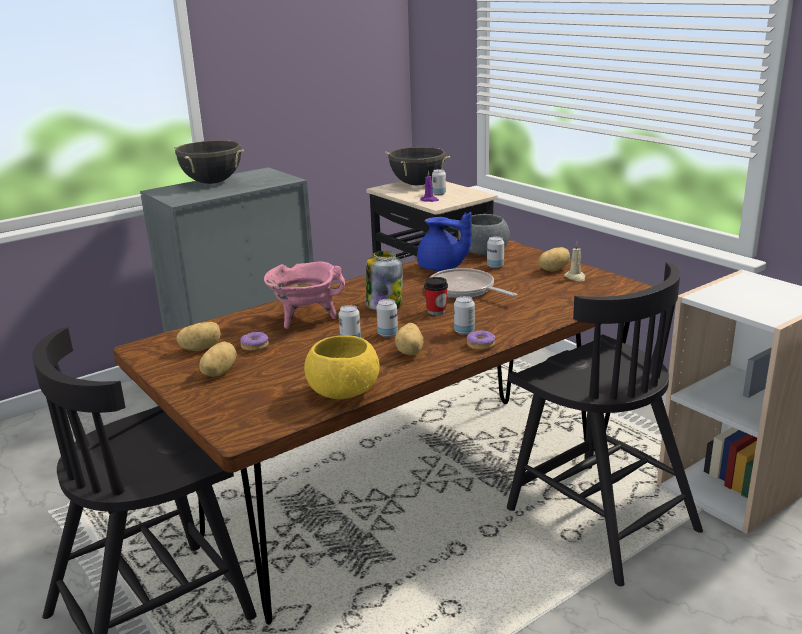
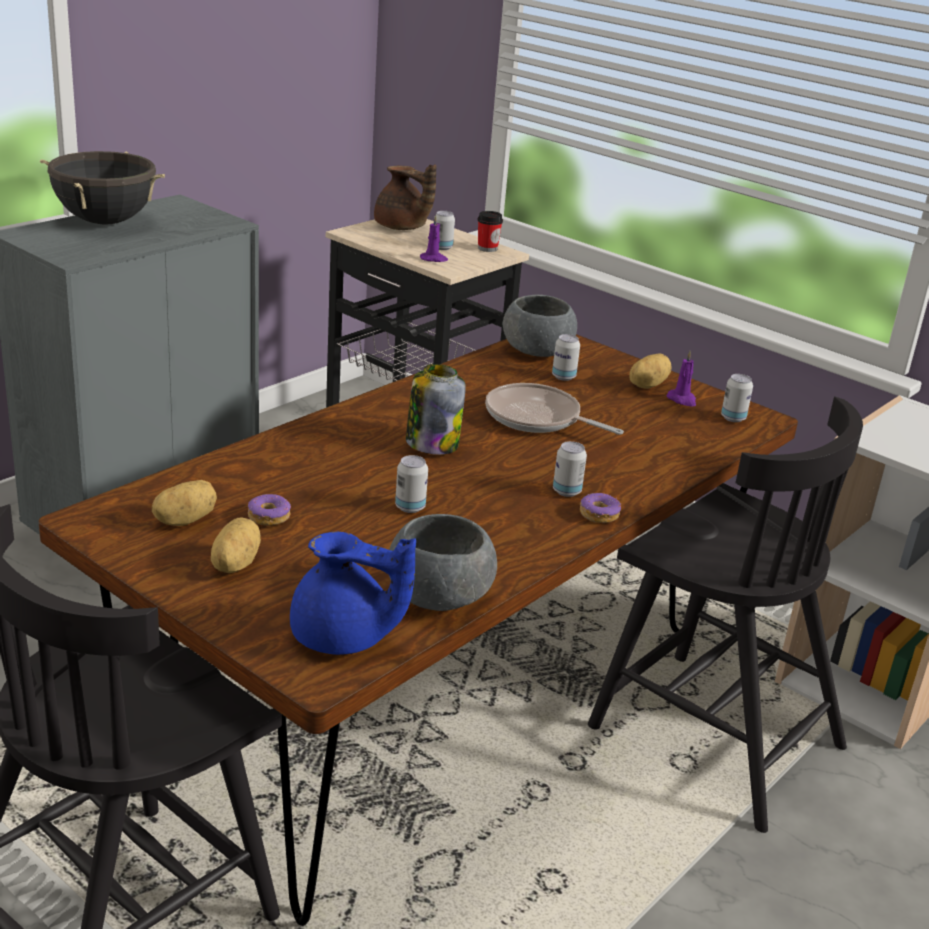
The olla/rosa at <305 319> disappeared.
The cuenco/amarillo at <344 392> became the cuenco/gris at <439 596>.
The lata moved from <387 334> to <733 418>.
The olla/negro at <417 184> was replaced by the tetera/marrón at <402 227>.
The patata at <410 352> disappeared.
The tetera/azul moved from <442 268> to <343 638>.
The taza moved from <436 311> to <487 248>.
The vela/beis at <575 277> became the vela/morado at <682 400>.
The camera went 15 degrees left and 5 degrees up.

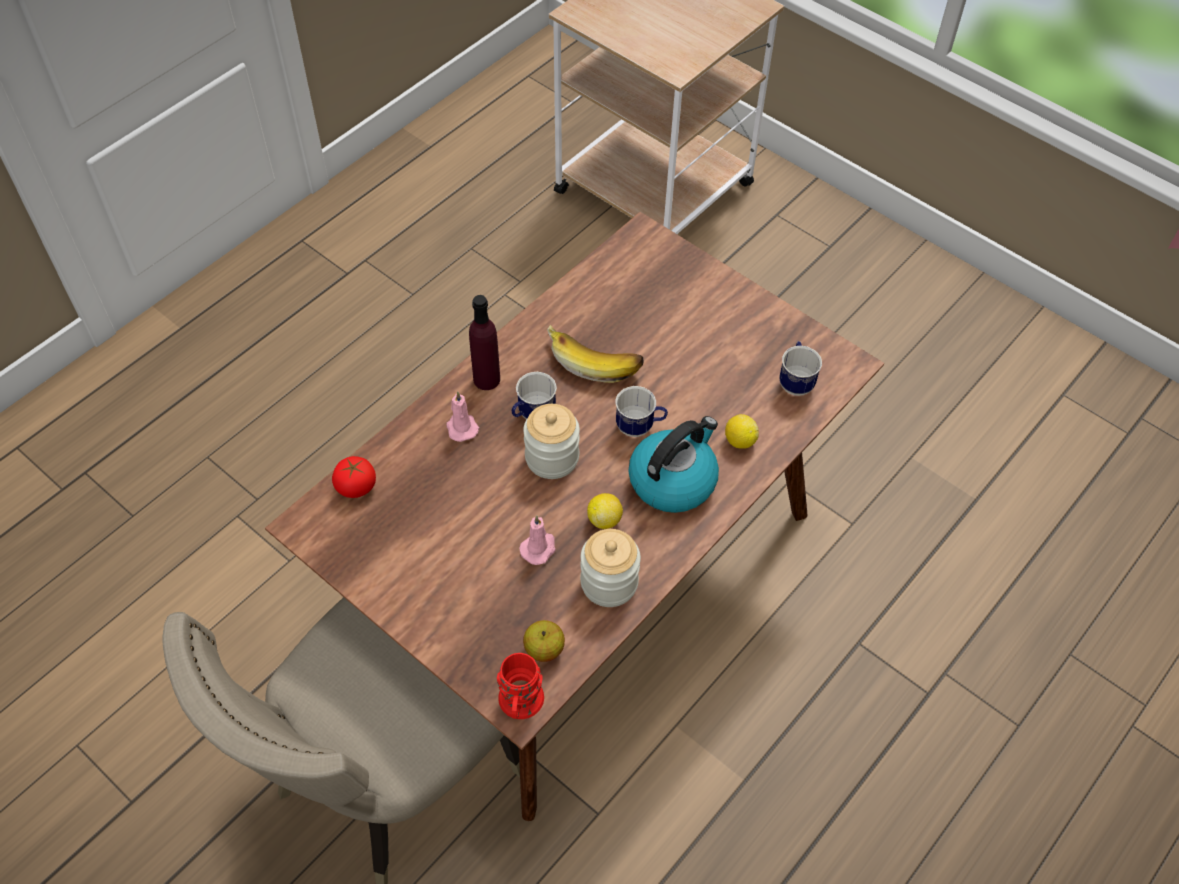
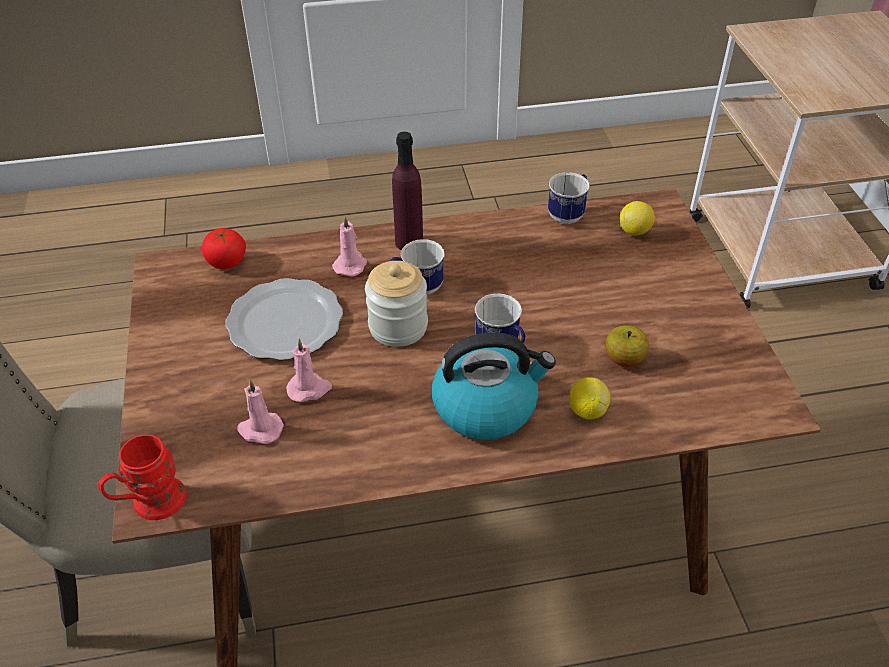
The manzana moved from <544 649> to <624 359>.
The plátano at <595 359> disappeared.
The tarro at <609 582> disappeared.
The limón moved from <604 519> to <635 231>.
The taza grande moved from <795 381> to <568 214>.
The plato at <284 321> appeared.
The vela/rosa at <260 429> appeared.
The camera went 40 degrees right and 10 degrees down.

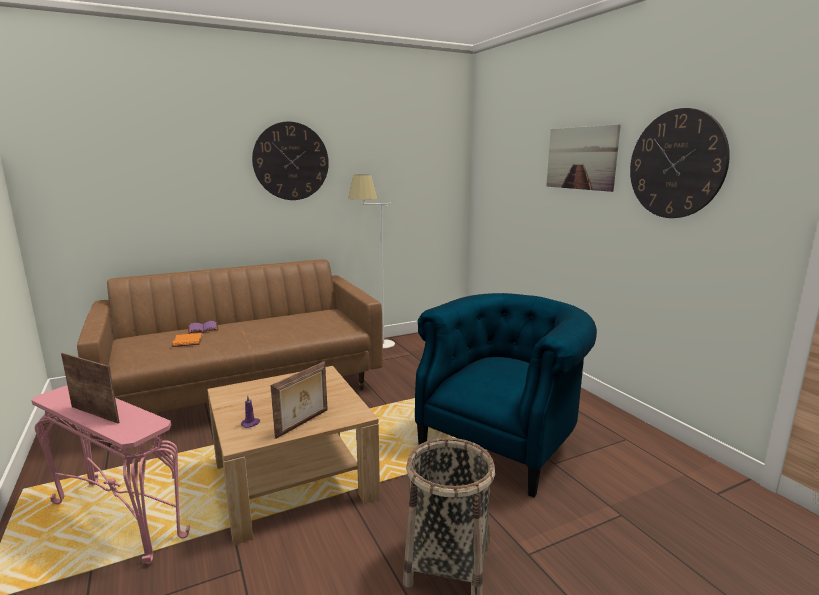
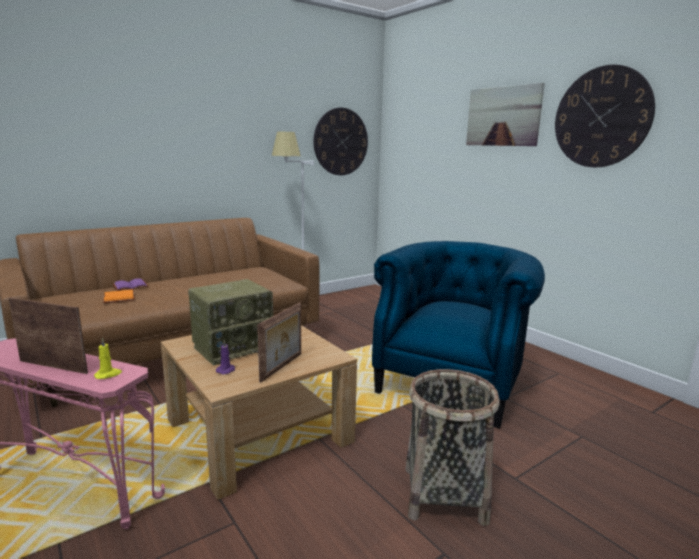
The reloj de pared moved from <291 161> to <341 142>.
The vela/amarillo at <108 374> appeared.
The radio at <234 347> appeared.
The camera went 10 degrees left and 0 degrees up.

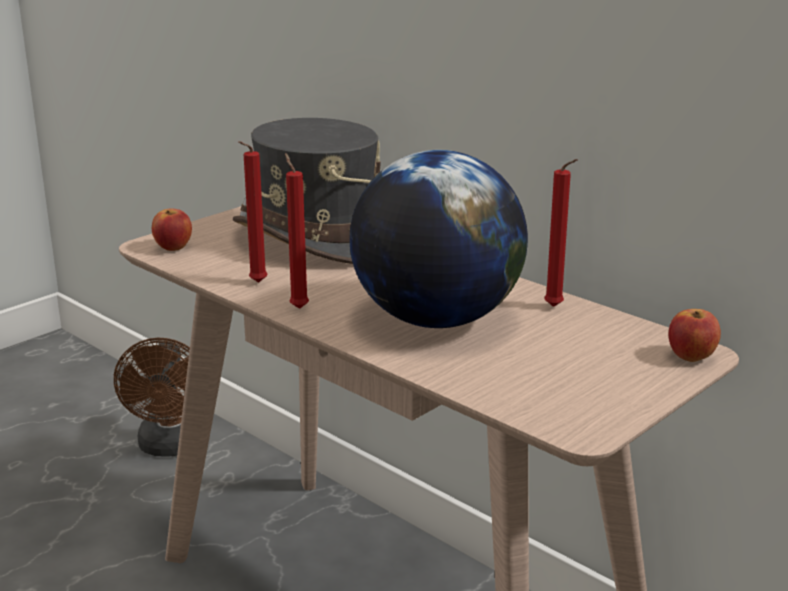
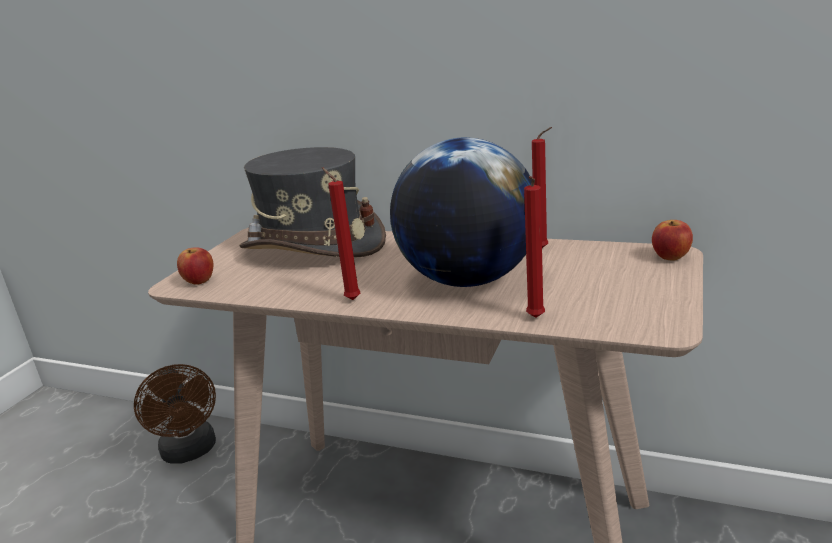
The vela/rojo moved from <256 283> to <535 319>.
The camera went 20 degrees left and 0 degrees up.

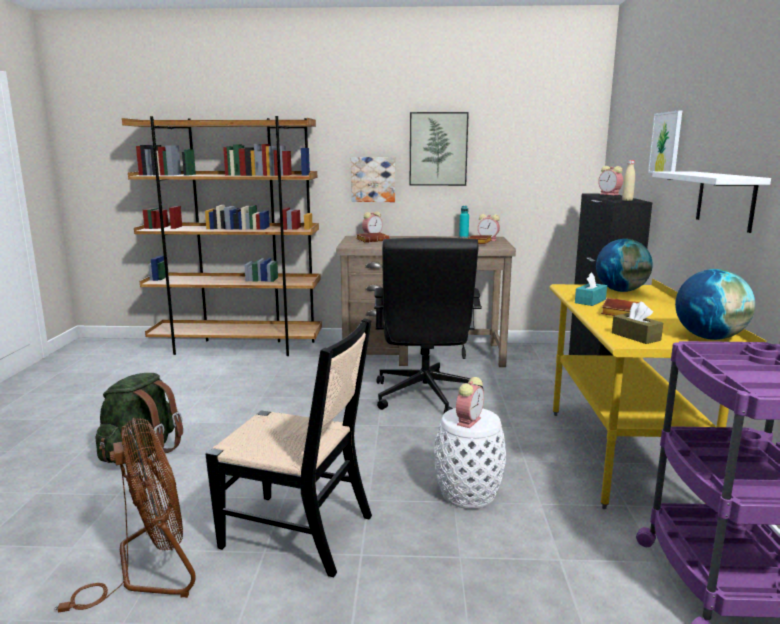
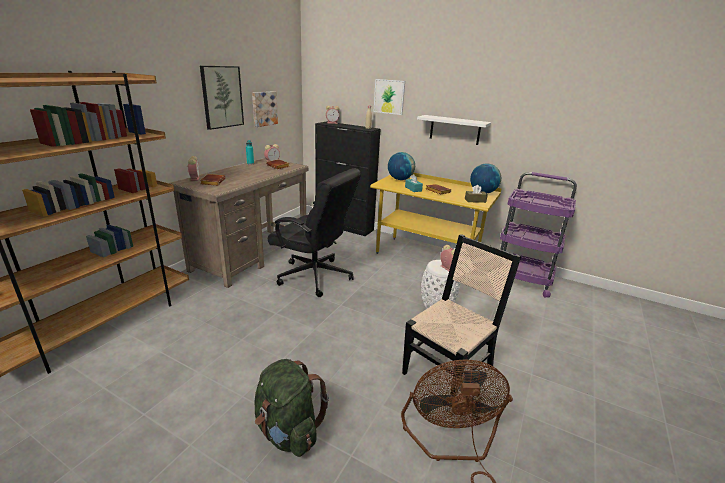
The cuadro moved from <373 179> to <264 108>.
The camera went 65 degrees left and 10 degrees up.

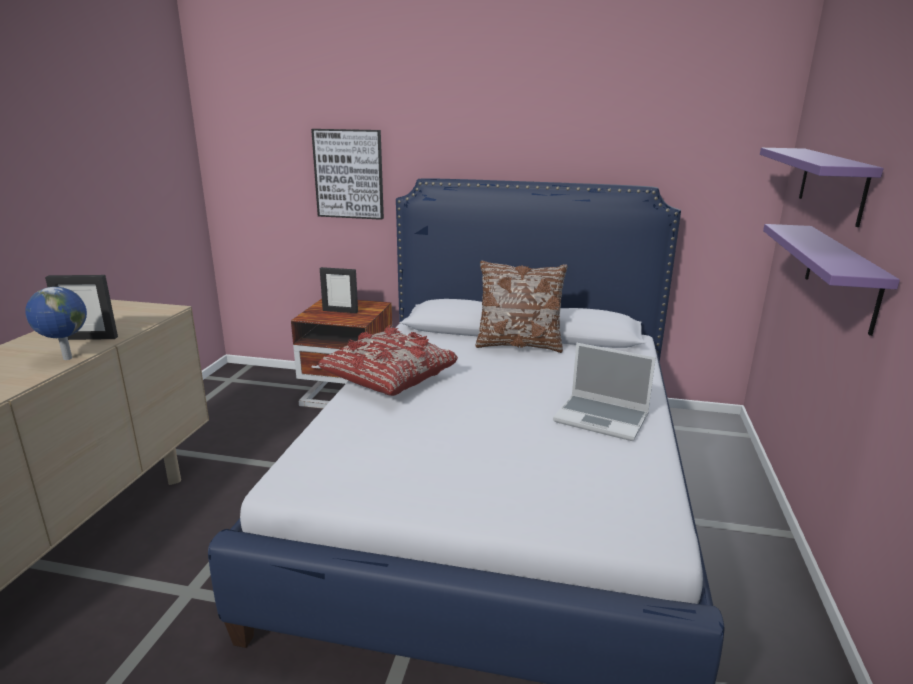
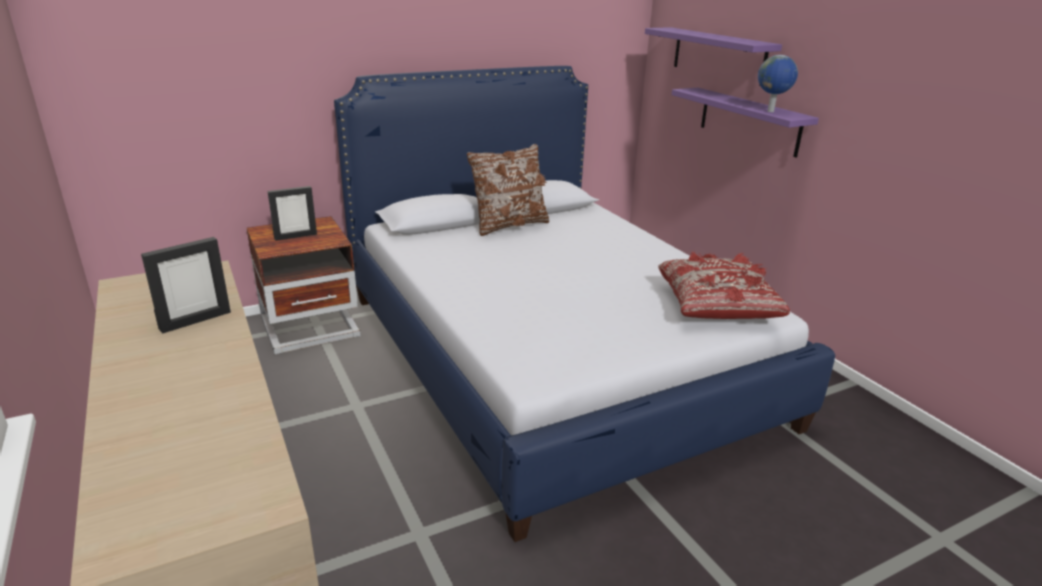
The globo terráqueo moved from <66 358> to <771 111>.
The cuadro at <349 174> disappeared.
The cojín/rojo moved from <389 380> to <716 307>.
The portátil at <602 418> disappeared.
The camera went 40 degrees left and 5 degrees up.

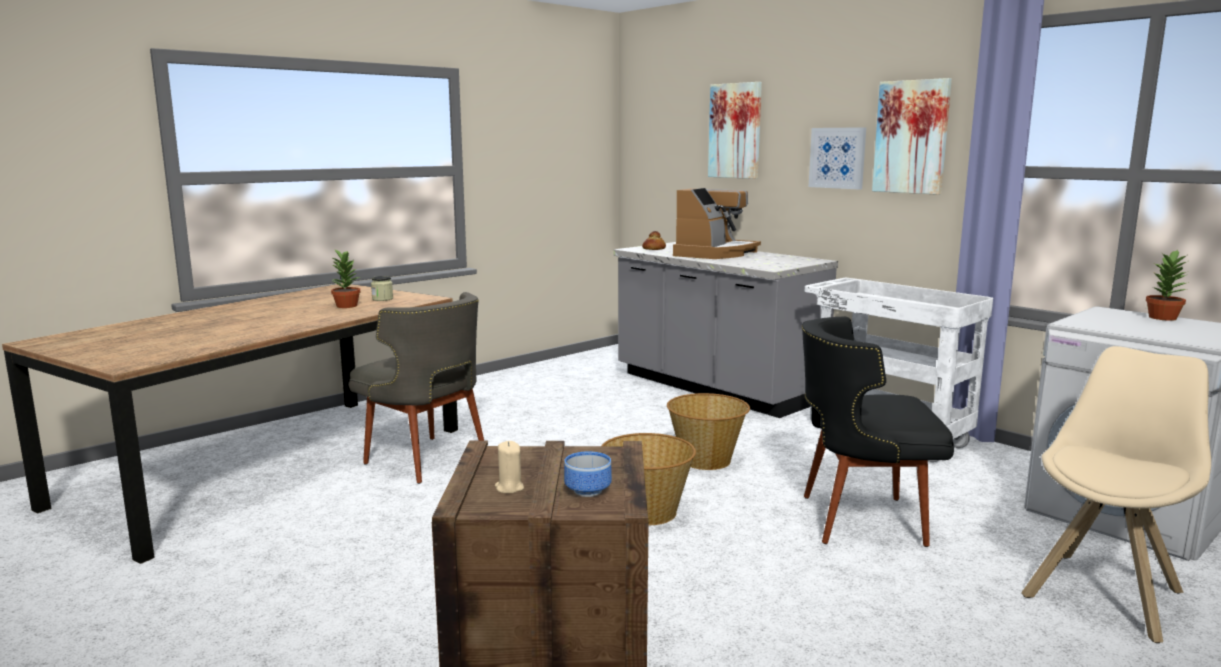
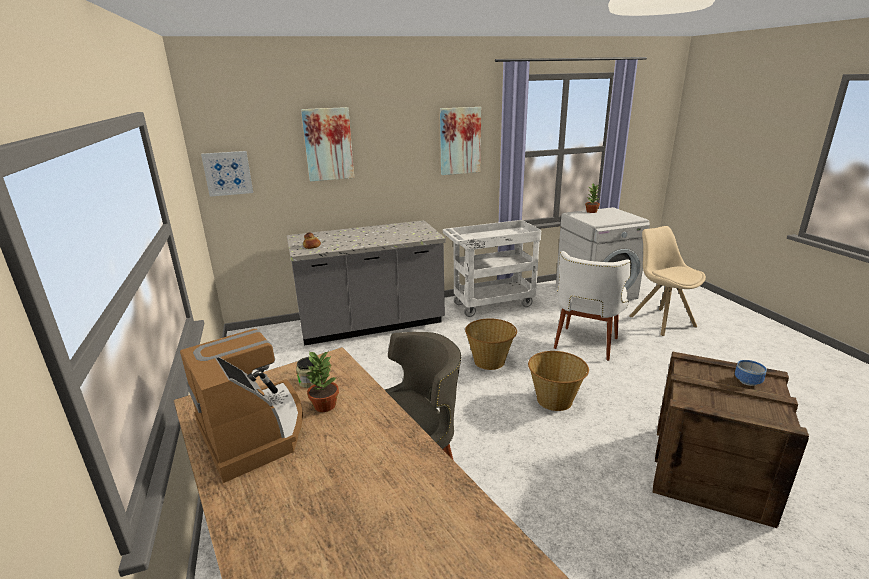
The vela/beis at <509 488> disappeared.
The cafetera moved from <715 253> to <255 431>.
The silla/negro at <863 520> became the silla/blanco at <586 343>.
The cuadro moved from <837 158> to <228 173>.
The camera went 65 degrees left and 10 degrees up.

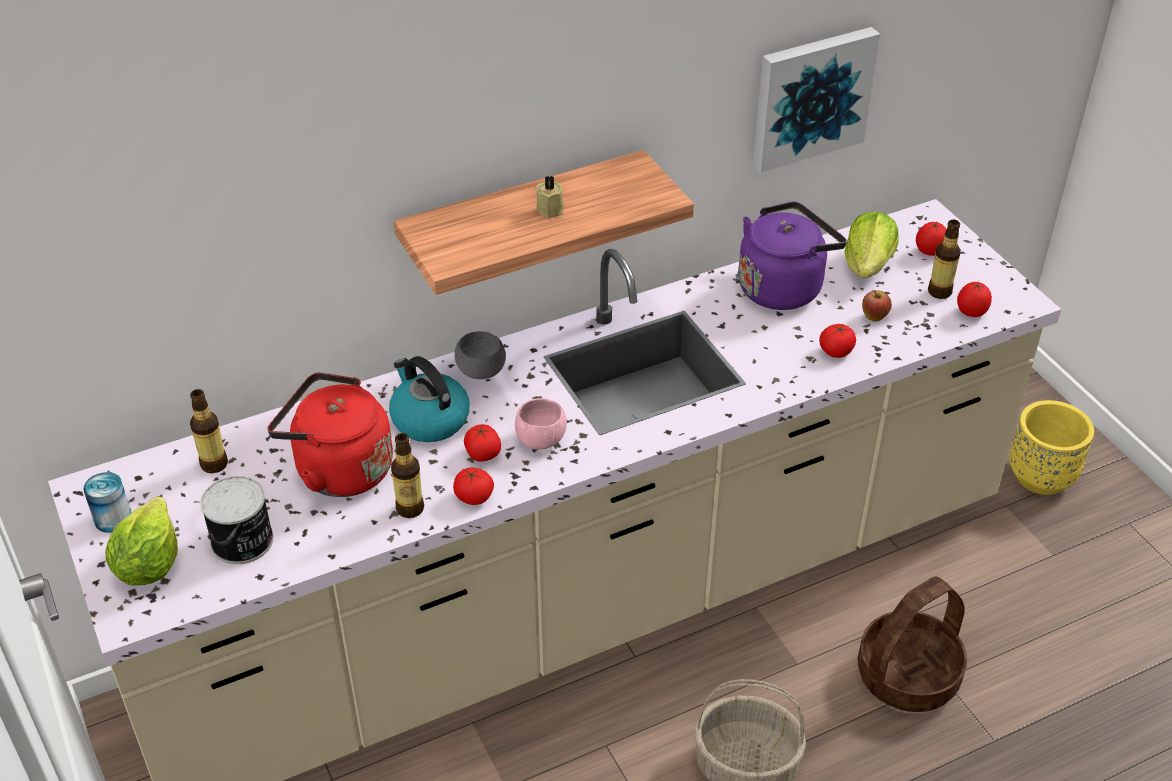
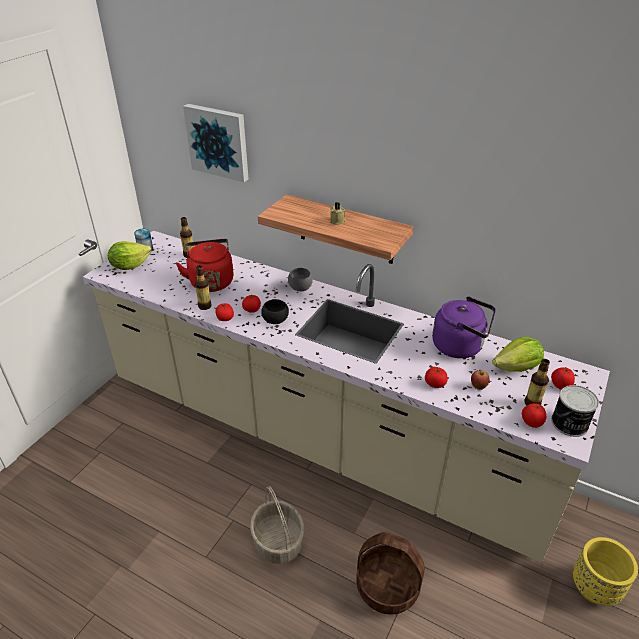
The lata moved from <243 542> to <569 424>.
The hervidor at <429 419> disappeared.
The cuenco/rosa at <541 439> became the cuenco/negro at <275 320>.
The cuadro moved from <811 96> to <218 141>.
The camera went 55 degrees right and 5 degrees down.

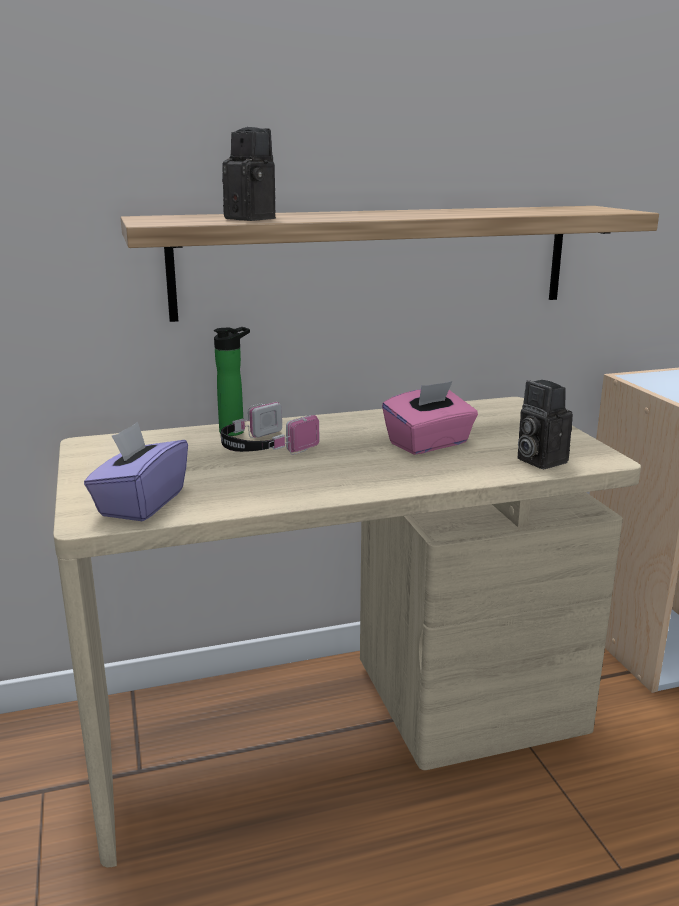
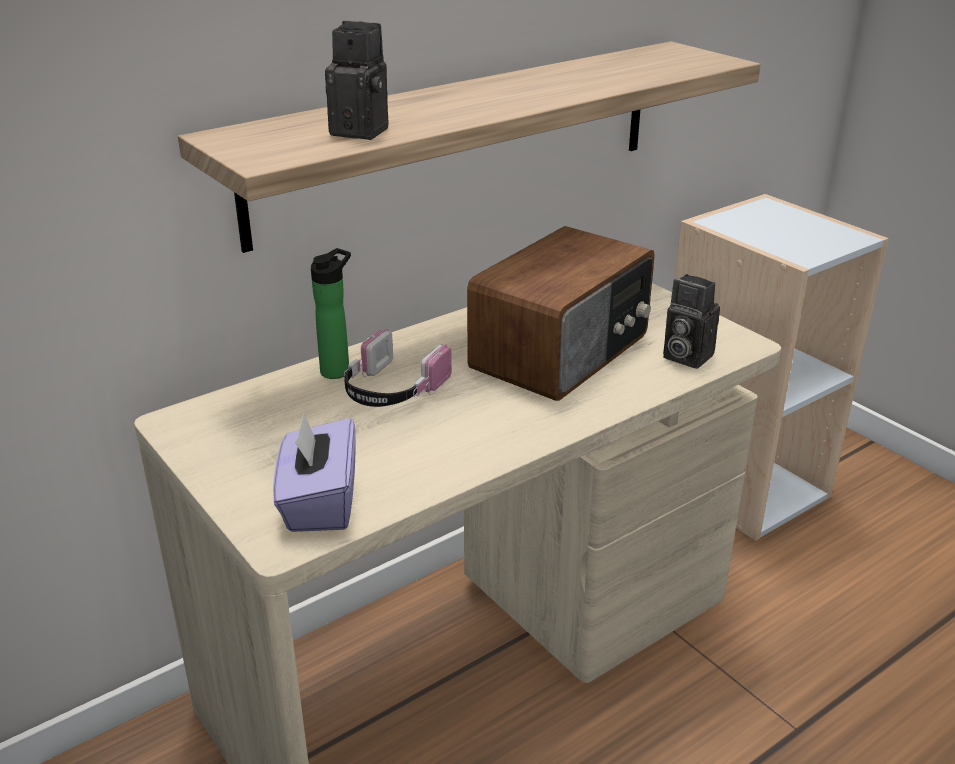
The caja de pañuelos/rosa at <429 444> was replaced by the radio at <563 352>.
The camera went 20 degrees left and 10 degrees up.

